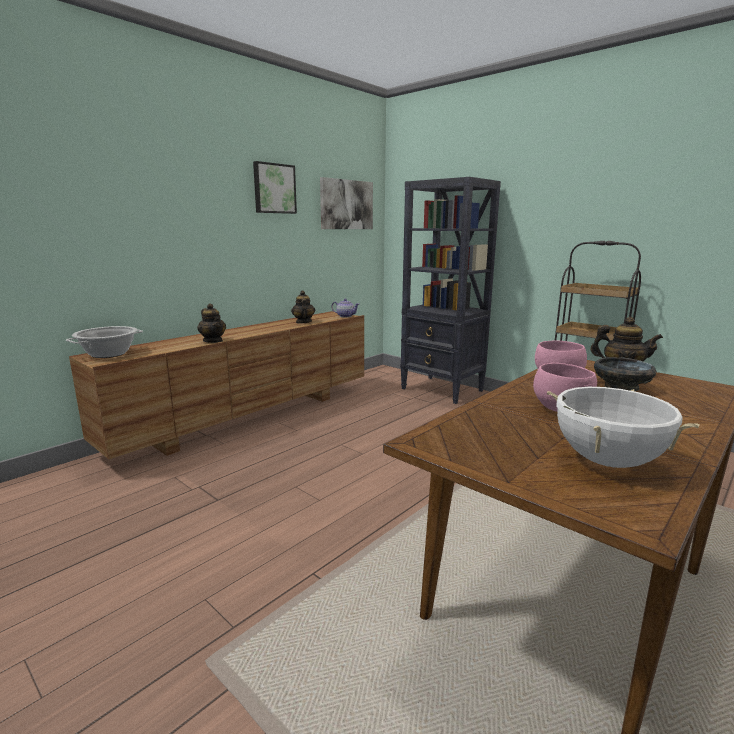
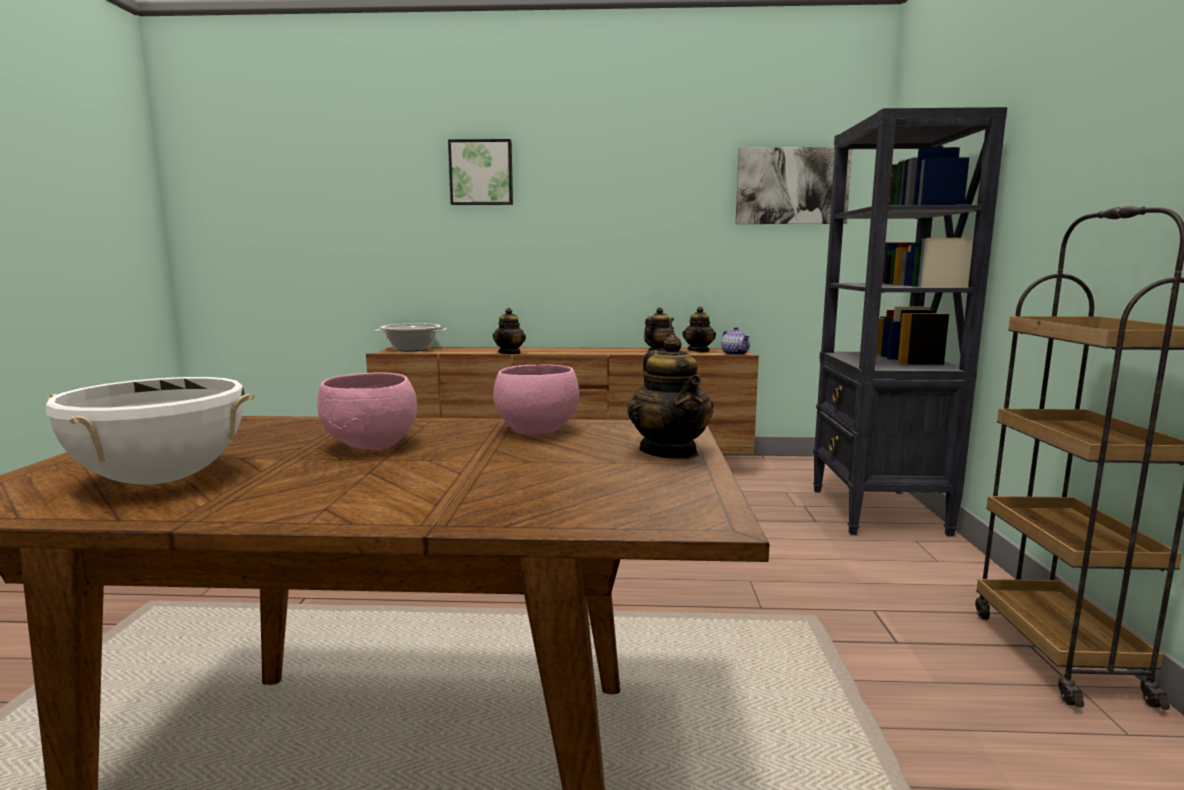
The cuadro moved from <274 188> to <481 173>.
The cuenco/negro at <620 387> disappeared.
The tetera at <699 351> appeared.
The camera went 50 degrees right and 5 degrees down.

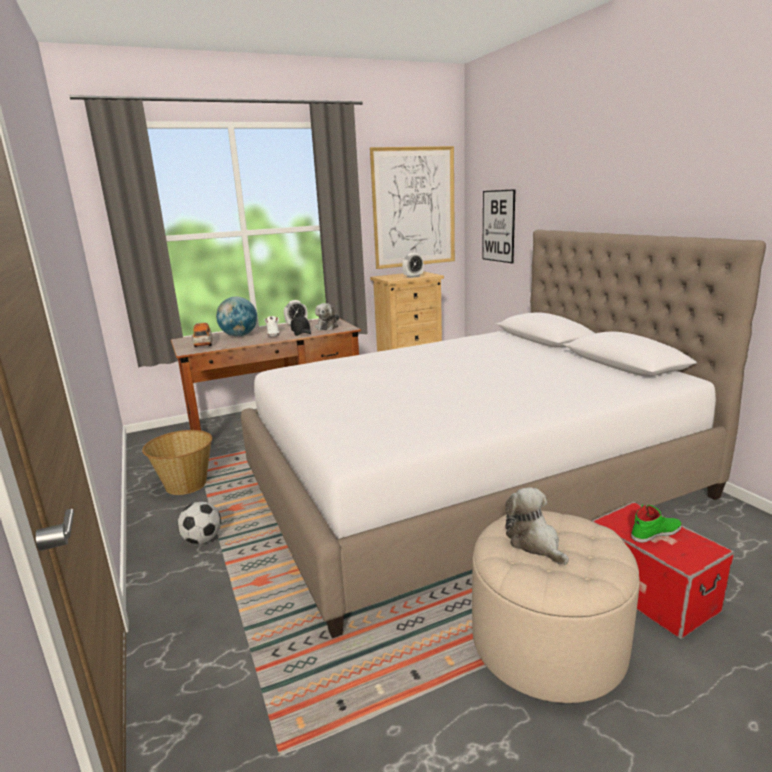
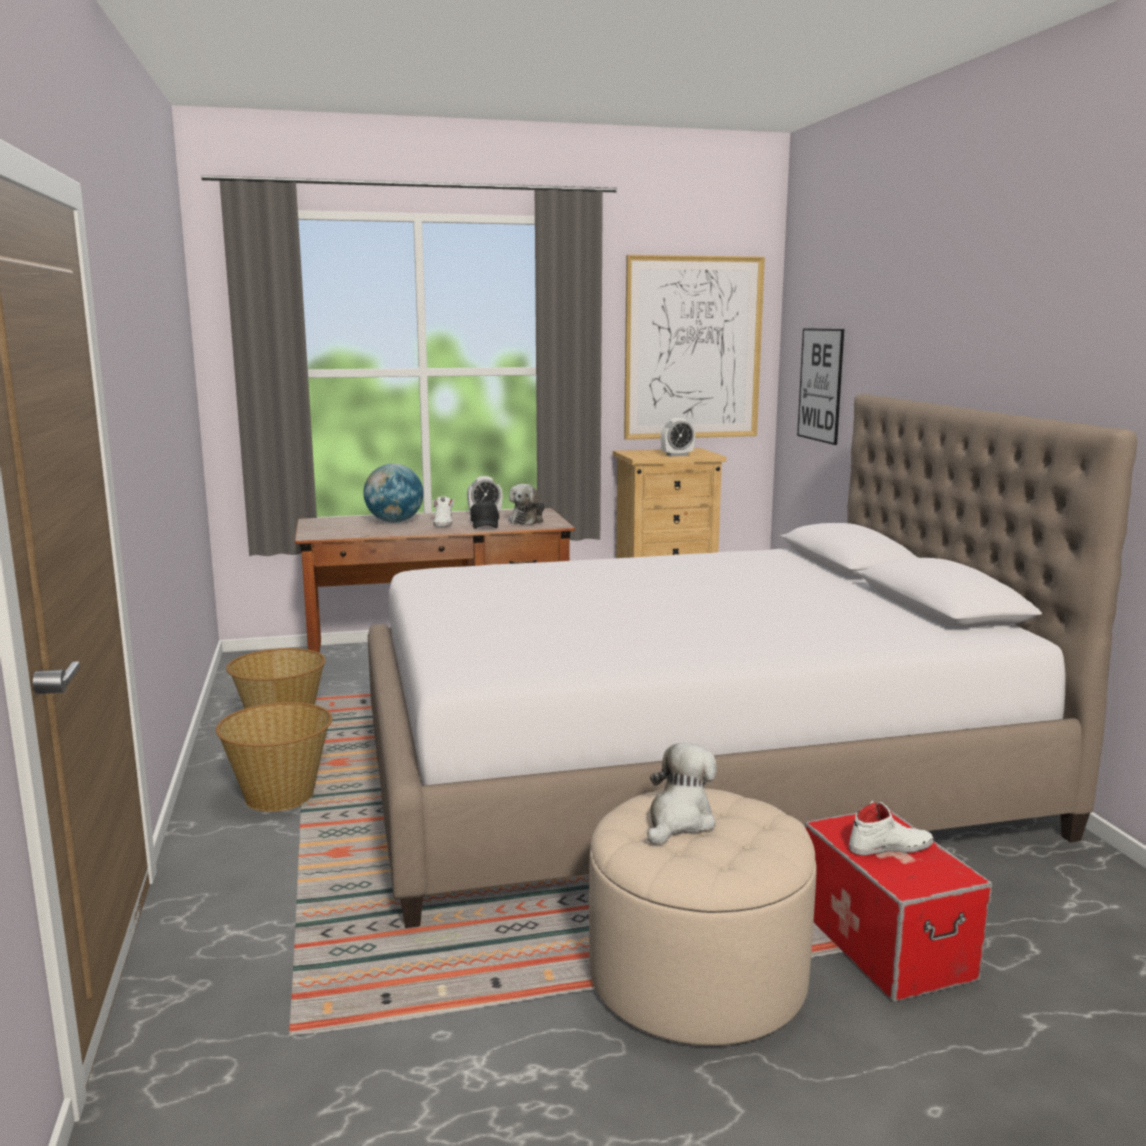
The balón de fútbol at <202 540> was replaced by the cesta at <280 795>.
The coche de juguete at <203 344> disappeared.
The peluche at <535 543> turned 45 degrees clockwise.
The zapato/verde at <655 532> became the zapato/blanco at <890 847>.
The camera went 10 degrees right and 5 degrees down.

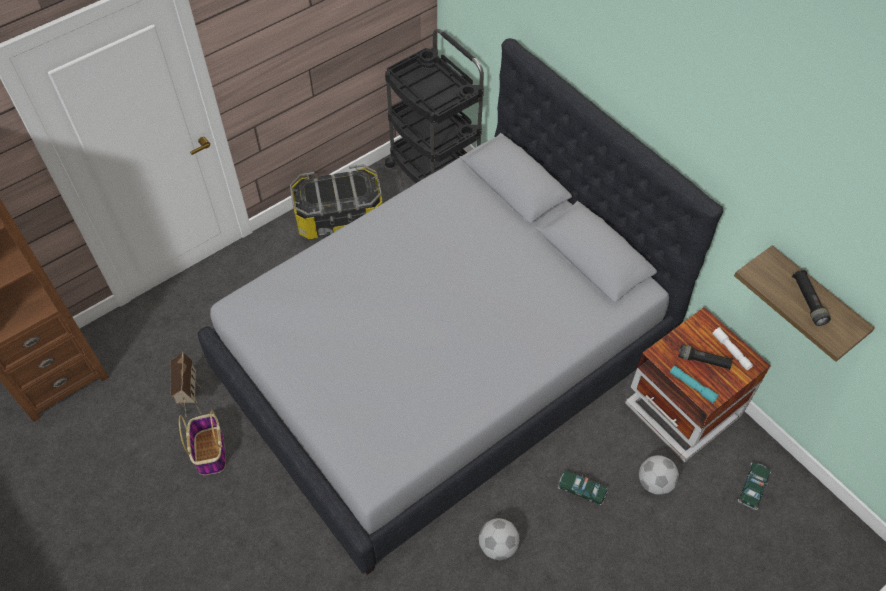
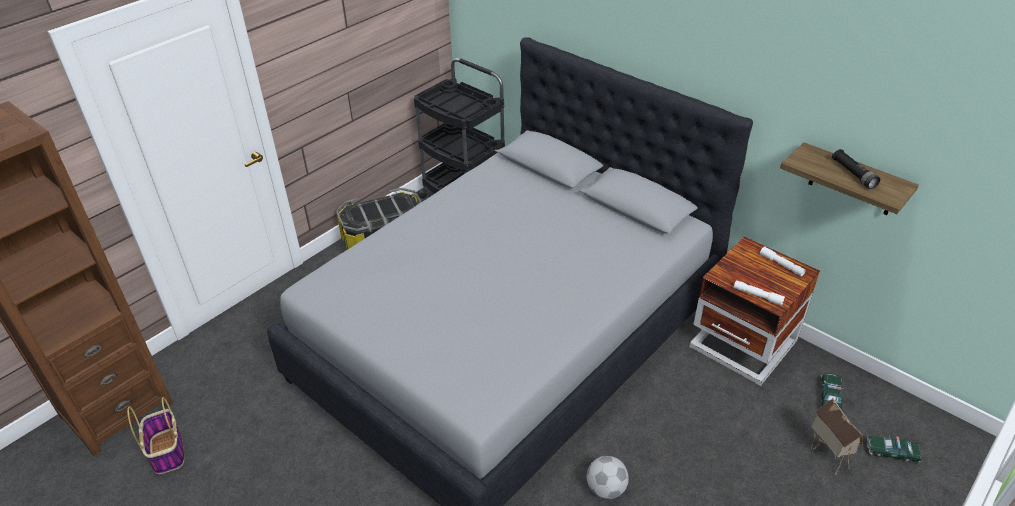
The casita moved from <190 399> to <826 456>.
The cesta moved from <210 451> to <167 451>.
The coche de juguete moved from <582 489> to <891 452>.
The balón de fútbol at <655 482> disappeared.
The linterna/turquesa at <692 386> became the linterna/blanco at <757 296>.
The linterna/negro at <703 361> disappeared.
The camera went 10 degrees left and 15 degrees down.

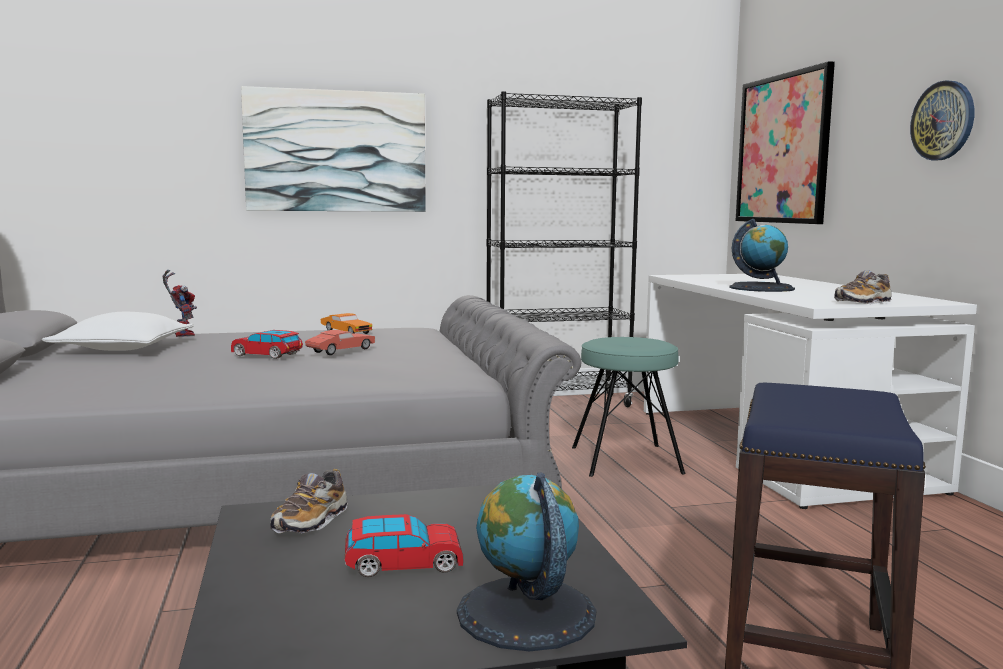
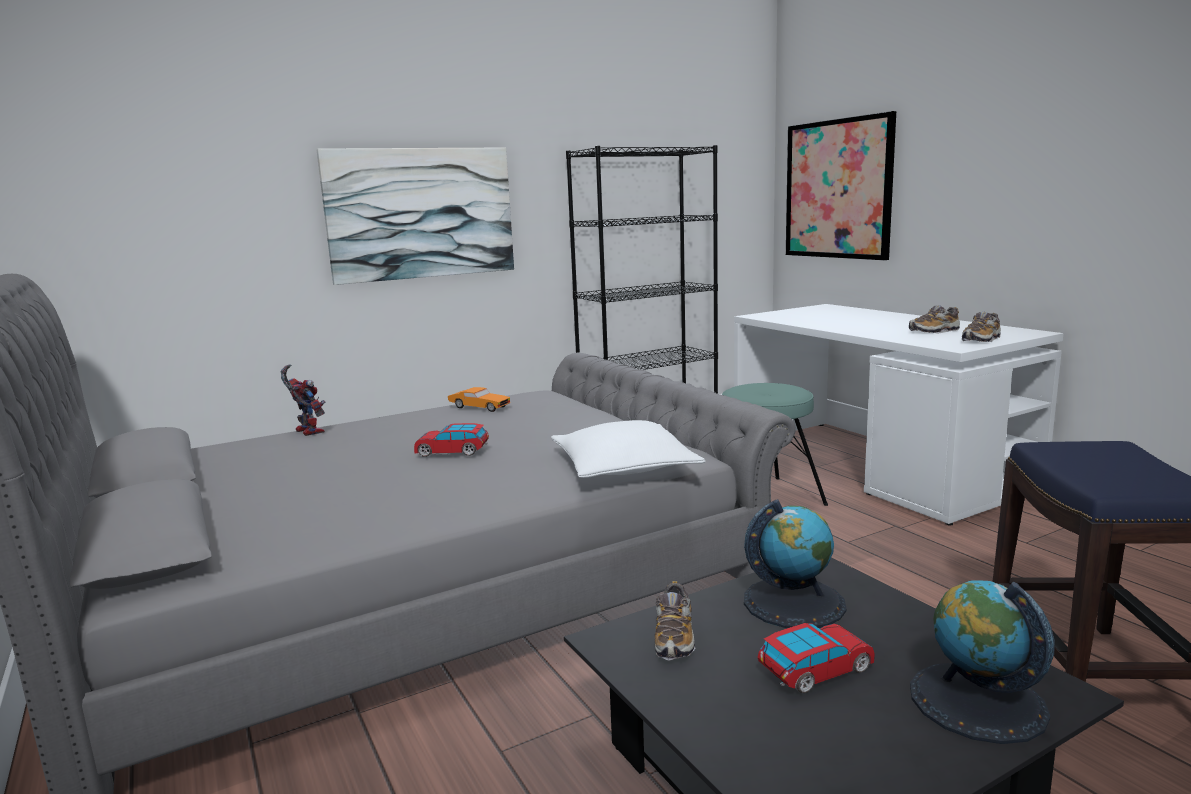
The cojín/blanco moved from <123 348> to <624 467>.
The coche de juguete/rojo at <341 351> disappeared.
The globo terráqueo moved from <761 288> to <794 602>.
The reloj de pared at <943 121> disappeared.
The zapato at <934 331> appeared.
The camera went 15 degrees left and 5 degrees up.

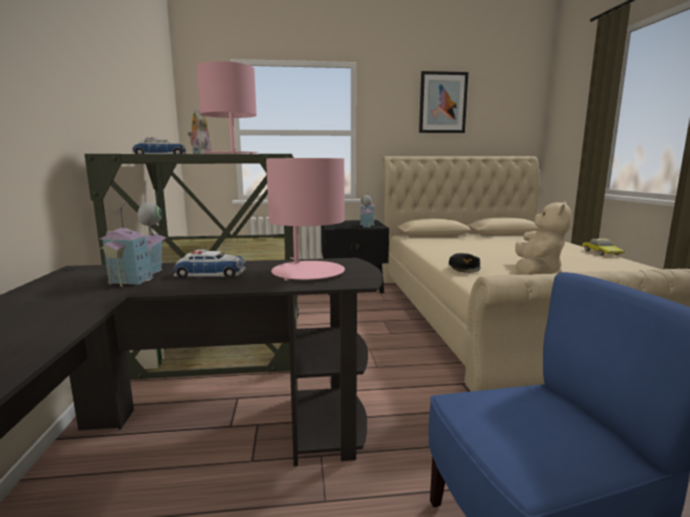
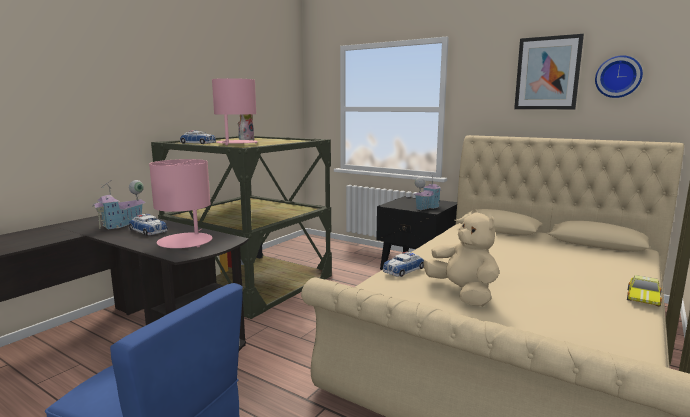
The gorra/negro at <465 267> was replaced by the coche de juguete at <403 269>.
The peluche/beis at <536 272> turned 90 degrees counterclockwise.
The reloj de pared at <618 77> appeared.
The camera went 40 degrees right and 0 degrees up.

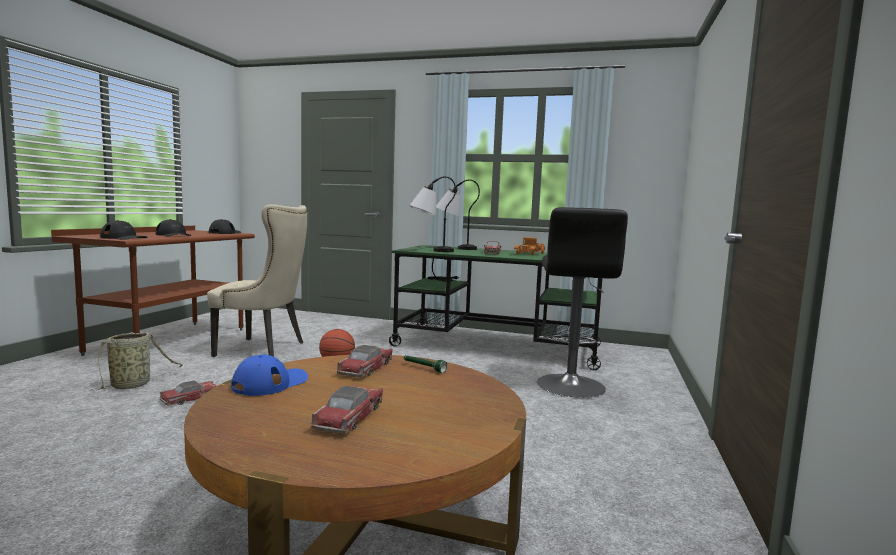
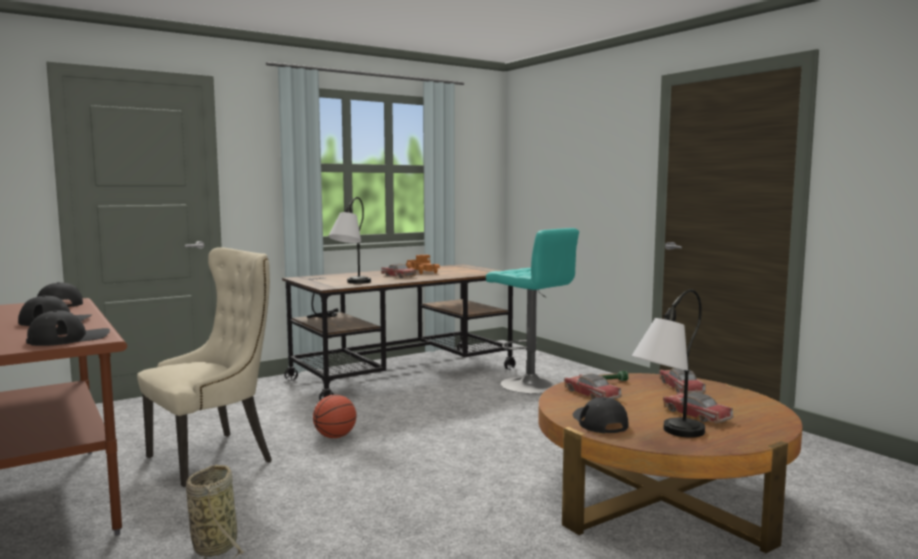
The coche de juguete moved from <190 398> to <681 387>.
The gorra/azul at <270 383> became the gorra/negro at <599 422>.
The escritorio/verde at <496 346> became the escritorio/marrón at <403 374>.
The lámpara de mesa moved from <454 248> to <666 436>.
The taburete/negro at <570 386> became the taburete/turquesa at <530 385>.
The camera went 50 degrees left and 0 degrees up.

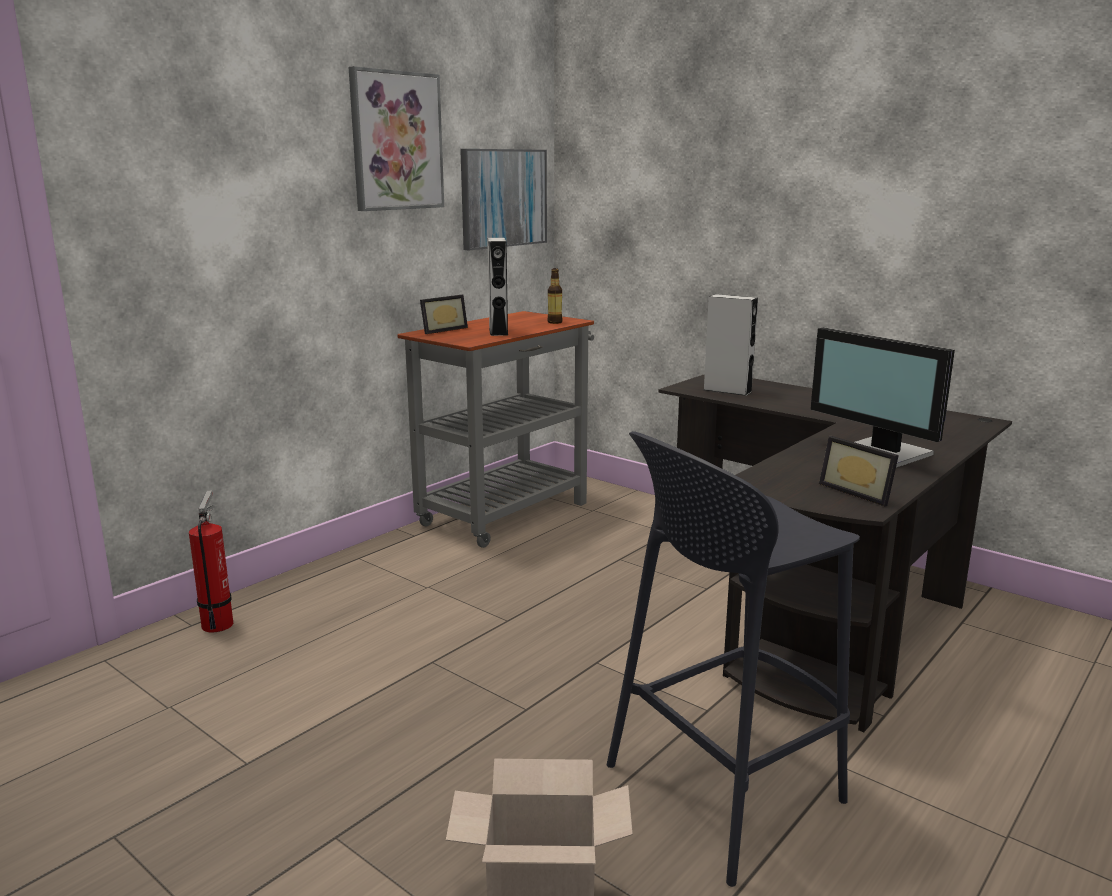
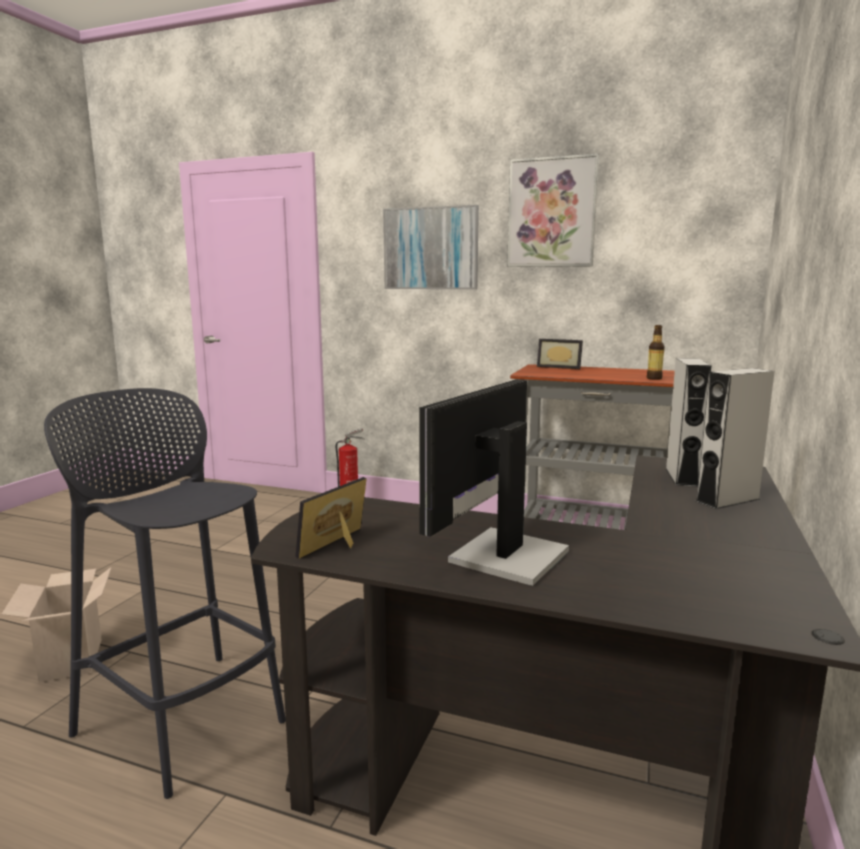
The cuadro moved from <503 198> to <431 248>.
The altavoz/gris moved from <498 331> to <727 500>.
The camera went 70 degrees right and 5 degrees down.

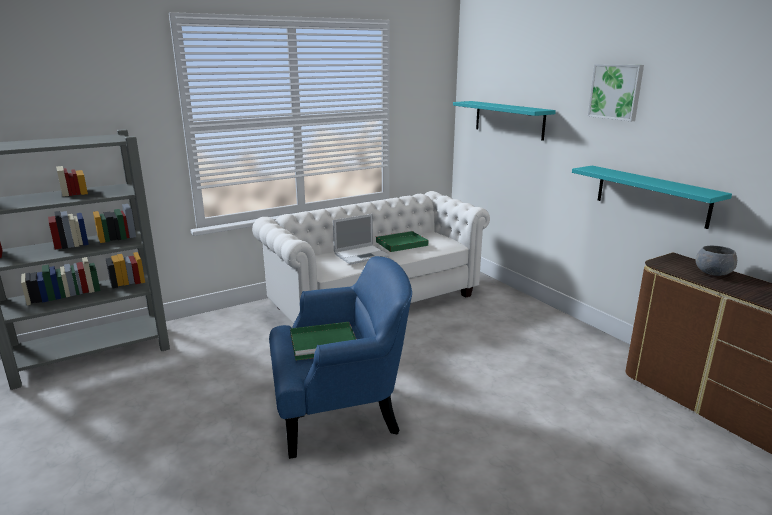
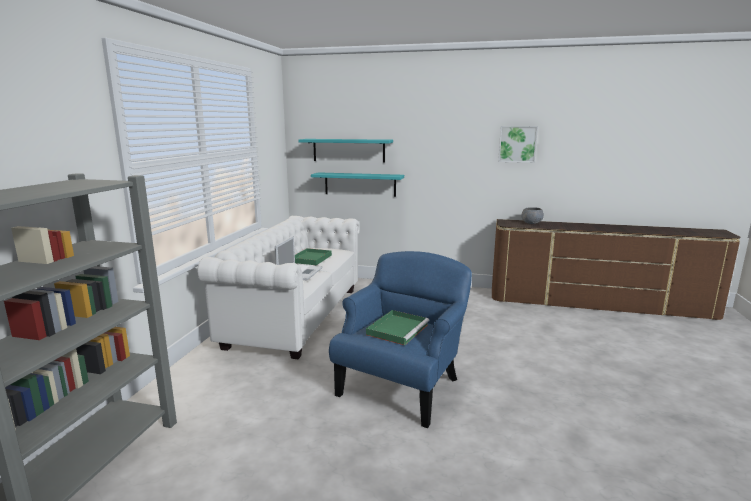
The estante/turquesa moved from <651 195> to <360 184>.
The cuadro moved from <616 91> to <517 144>.
The camera went 45 degrees left and 5 degrees down.

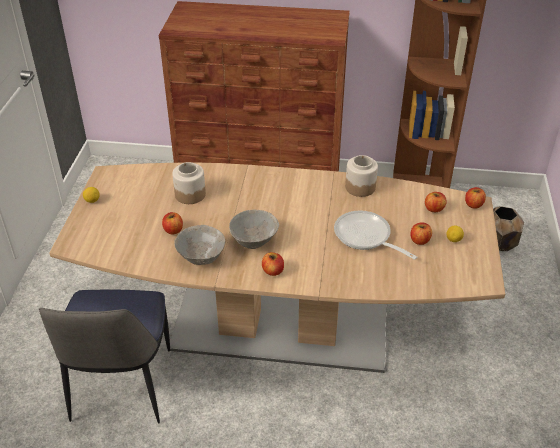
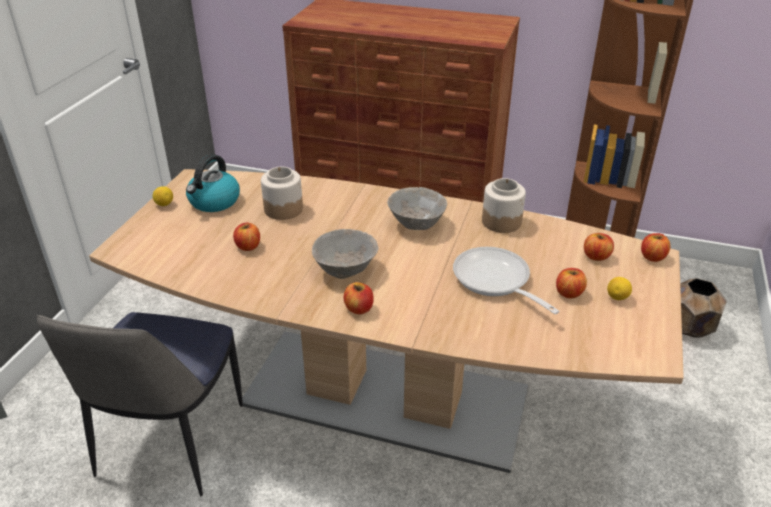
The cuenco/gris moved from <201 257> to <416 223>.
The hervidor at <214 202> appeared.
The camera went 10 degrees right and 5 degrees down.

